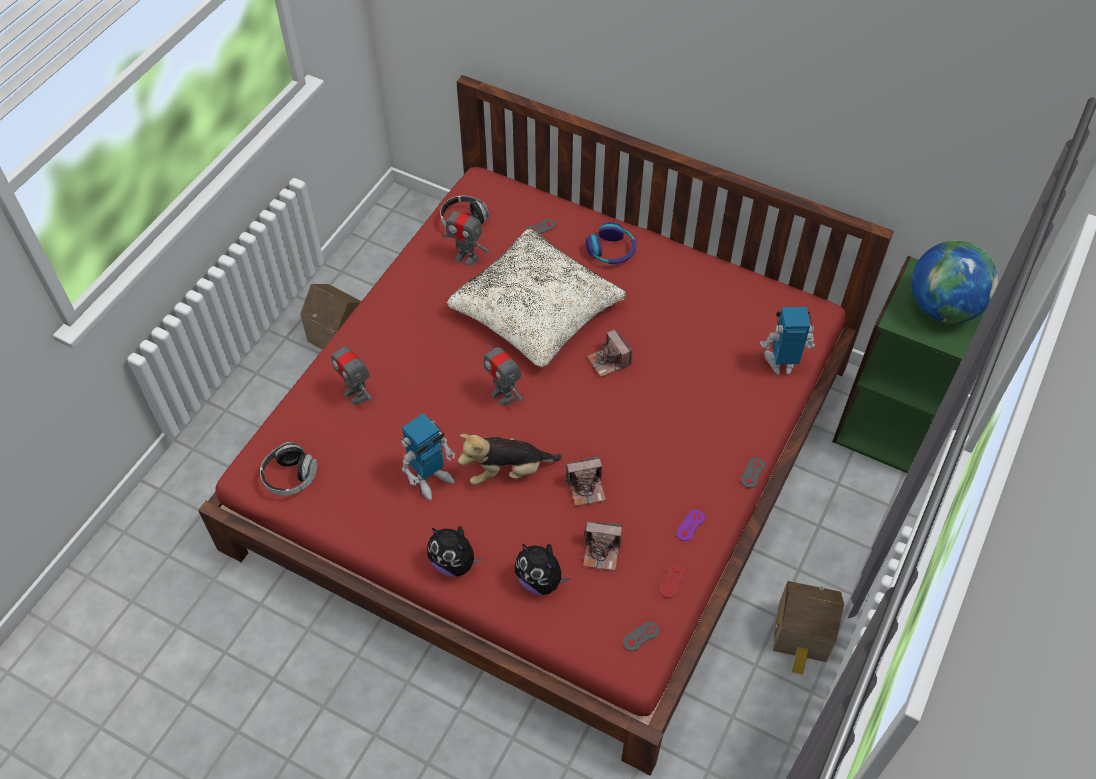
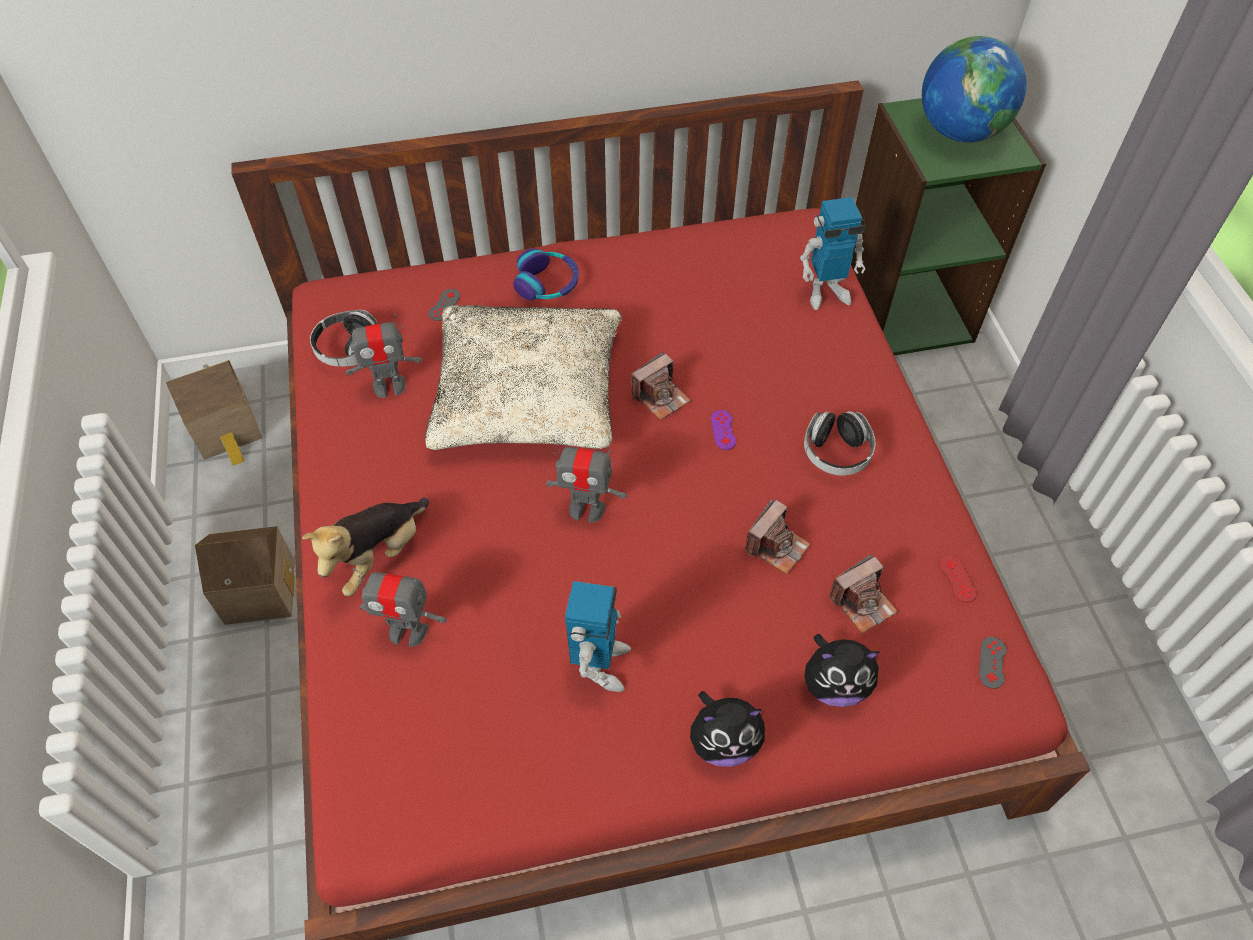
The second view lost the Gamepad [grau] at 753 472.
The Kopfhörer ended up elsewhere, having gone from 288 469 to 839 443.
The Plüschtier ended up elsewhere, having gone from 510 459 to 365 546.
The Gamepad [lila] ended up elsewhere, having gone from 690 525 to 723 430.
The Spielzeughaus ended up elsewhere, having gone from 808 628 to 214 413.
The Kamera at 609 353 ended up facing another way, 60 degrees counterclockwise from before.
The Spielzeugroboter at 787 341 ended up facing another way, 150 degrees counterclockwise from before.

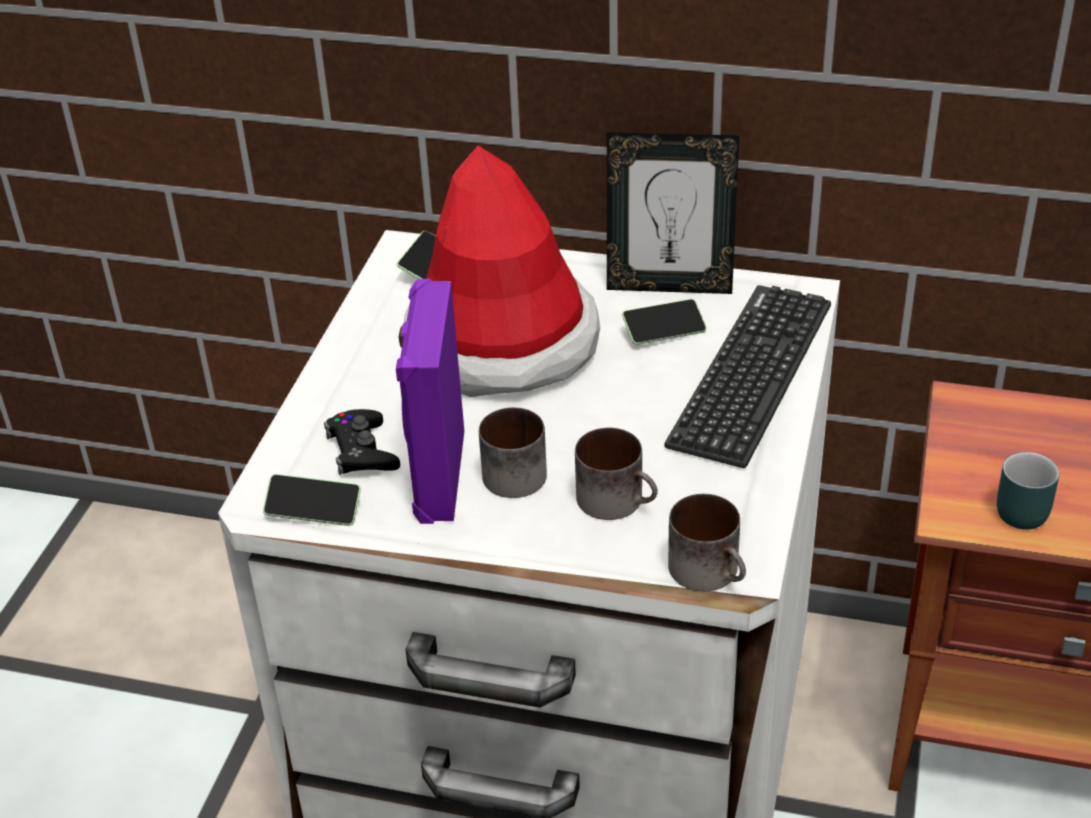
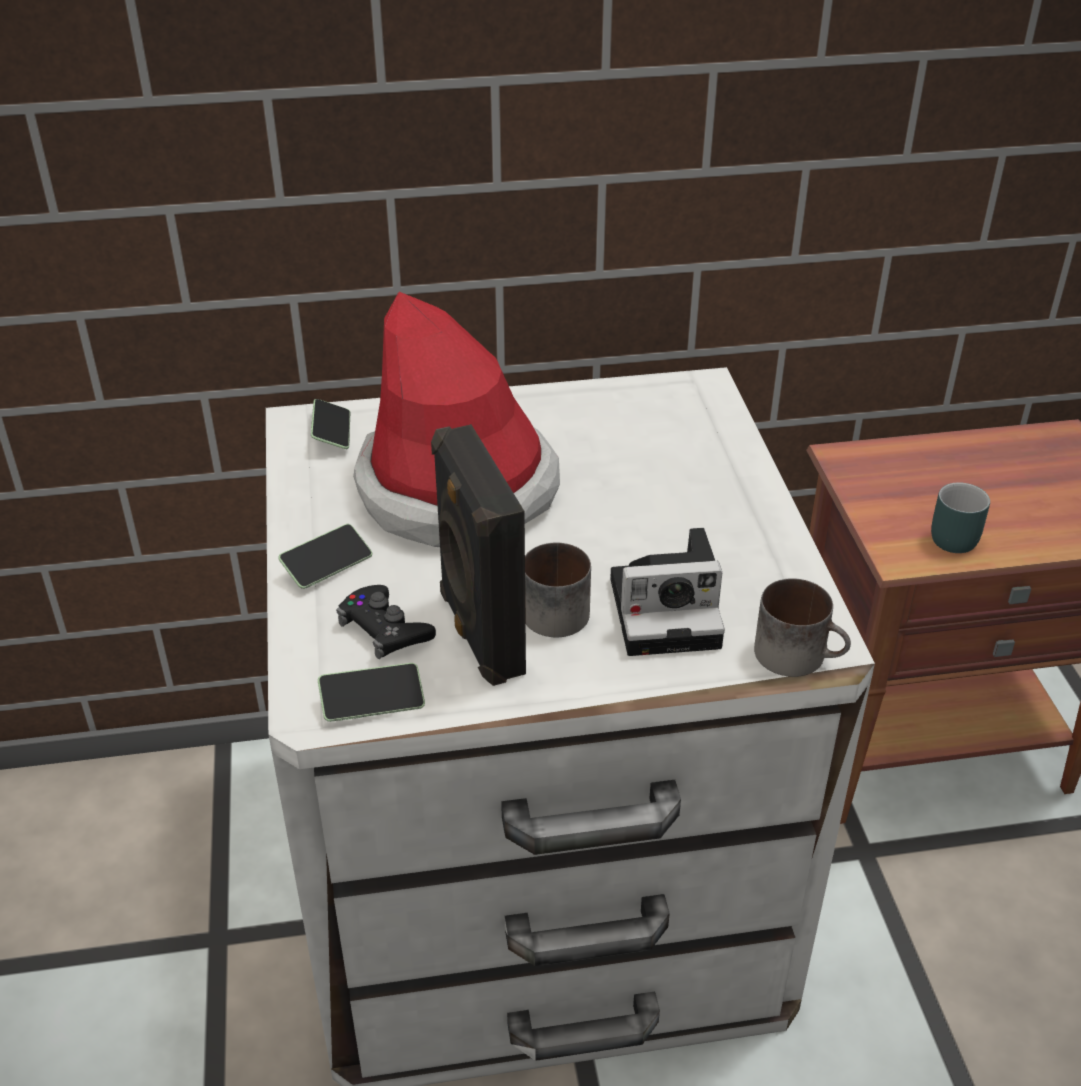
The second view lost the Bilderrahmen at 673 213.
The second view lost the Tastatur at 747 376.
The Handy ended up elsewhere, having gone from 664 322 to 325 556.
Where the Henkelbecher stood at 616 474, the Kamera came to stand at 667 592.
What was the Lautsprecher [lila] at 430 401 turned into the Lautsprecher [schwarz] at 478 555.

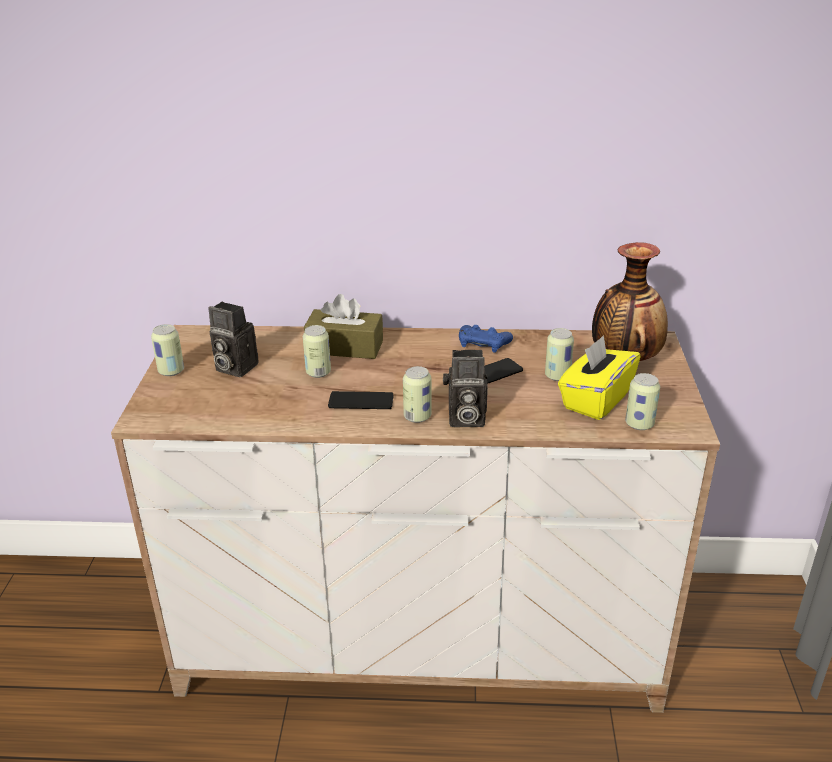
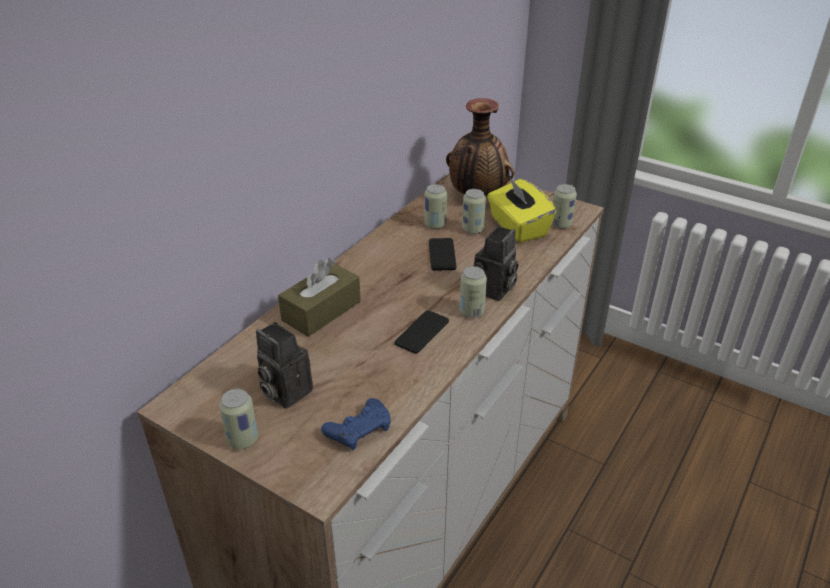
The Dose ended up elsewhere, having gone from 317 351 to 435 206.
The Gamepad [blau] ended up elsewhere, having gone from 486 339 to 356 424.
The Kamera at 233 339 ended up facing another way, 75 degrees clockwise from before.

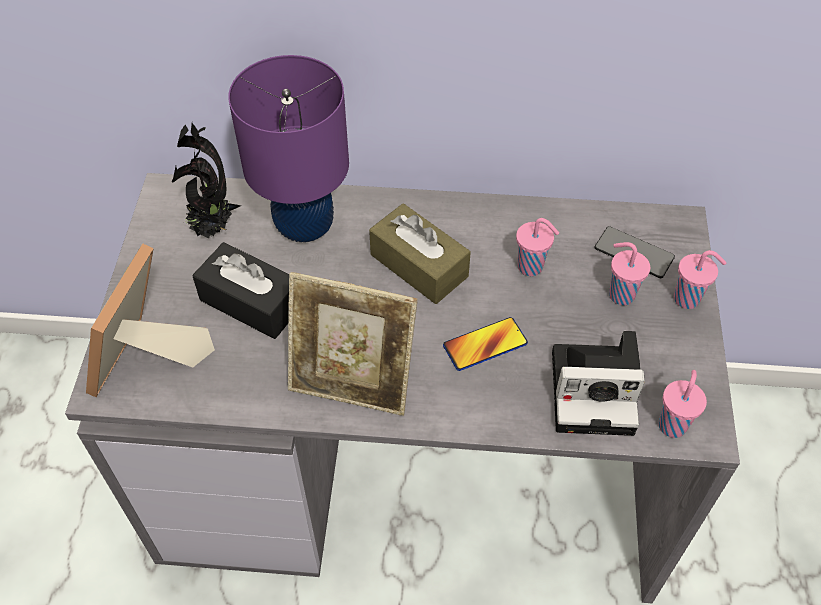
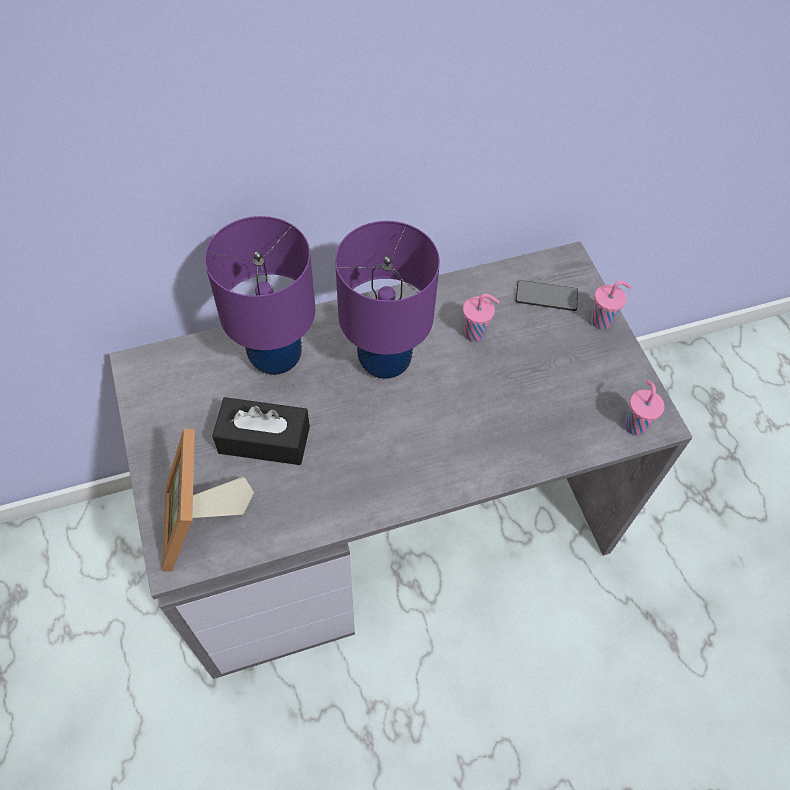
The second view lost the Topfpflanze at 206 181.
The second view lost the Bilderrahmen at 353 344.
The second view lost the Handy at 485 344.
The second view lost the Kamera at 598 383.
The second view lost the Tasse [rosa] at 629 273.
Where the Taschentuchbox [braun] stood at 420 253, the Tischlampe [lila] came to stand at 387 300.

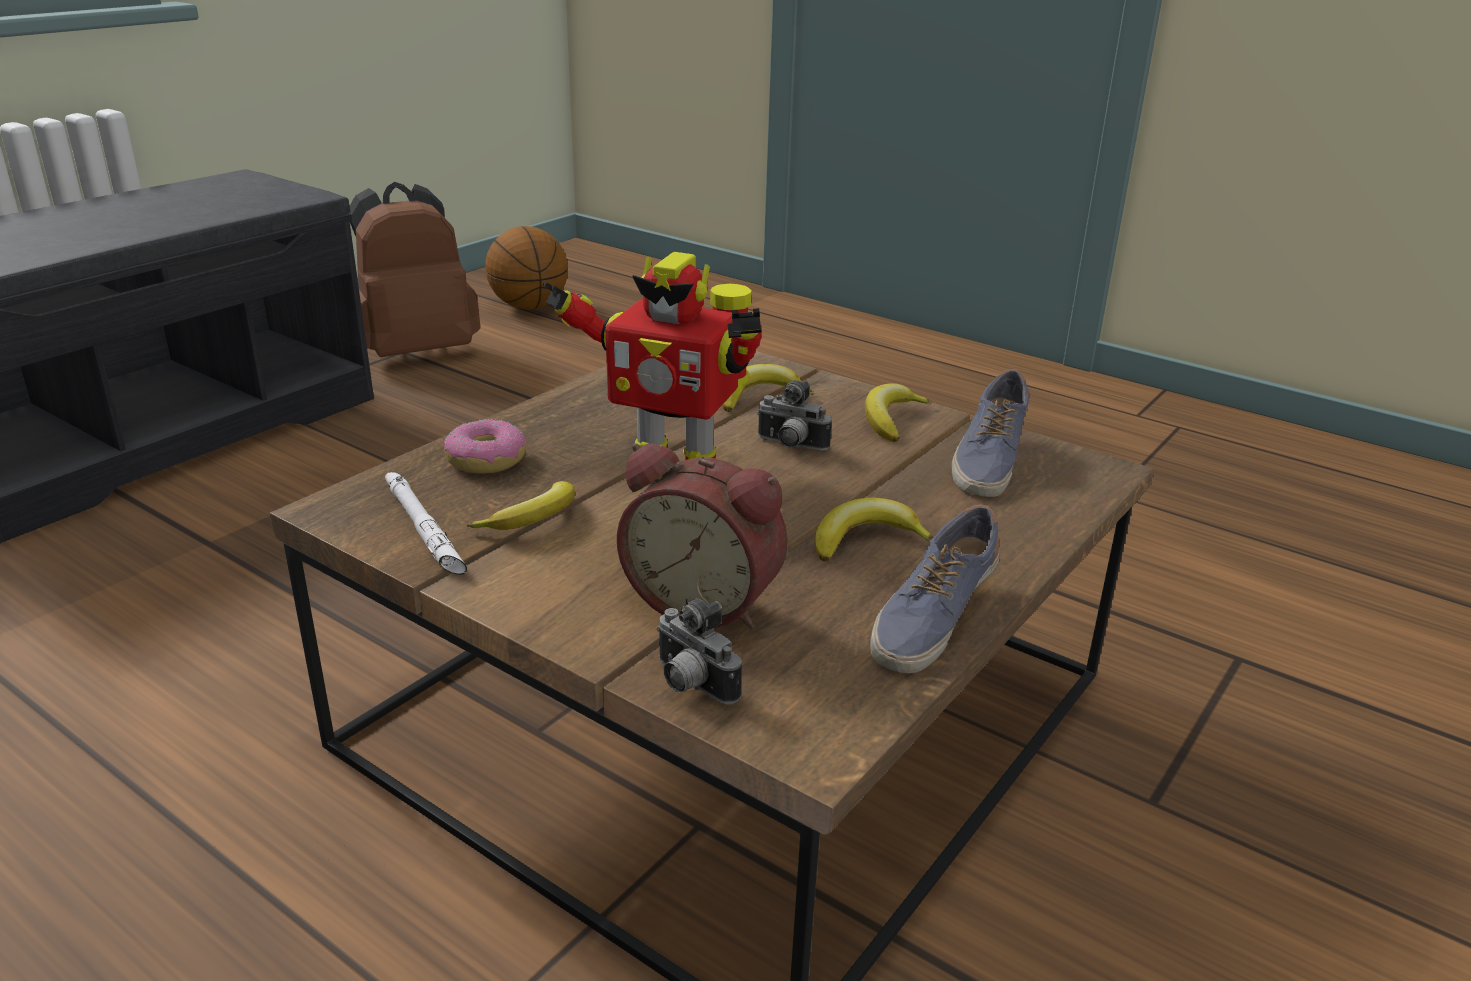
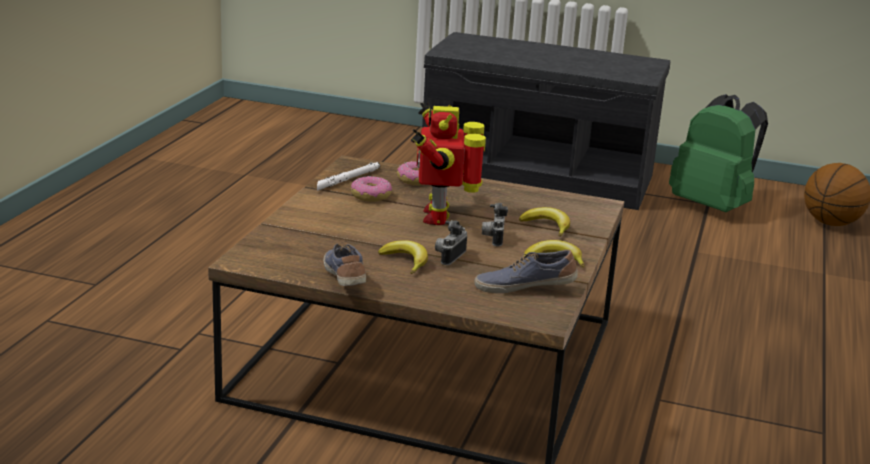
The second view lost the Wecker at 702 536.
The Kamera ended up elsewhere, having gone from 699 651 to 451 242.
Where the Banane stood at 520 505, the Donut came to stand at 371 189.
What was the Rucksack [braun] at 414 269 turned into the Rucksack [grün] at 718 153.
The Schuh at 935 588 ended up facing another way, 60 degrees clockwise from before.

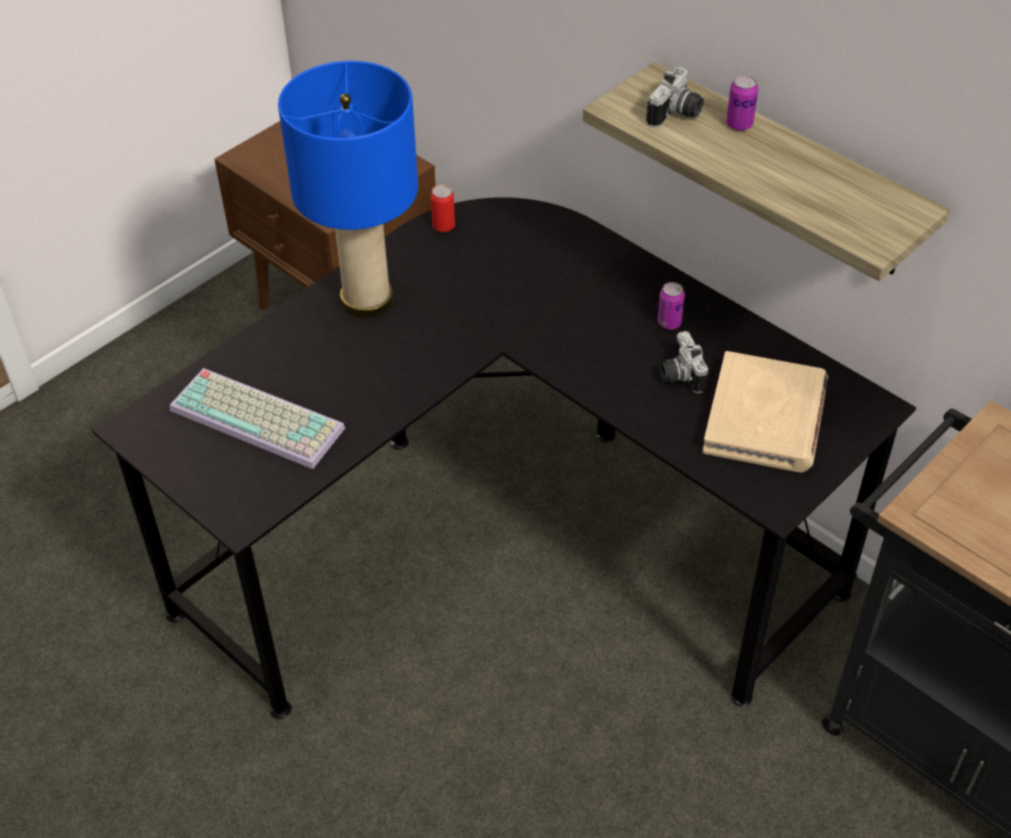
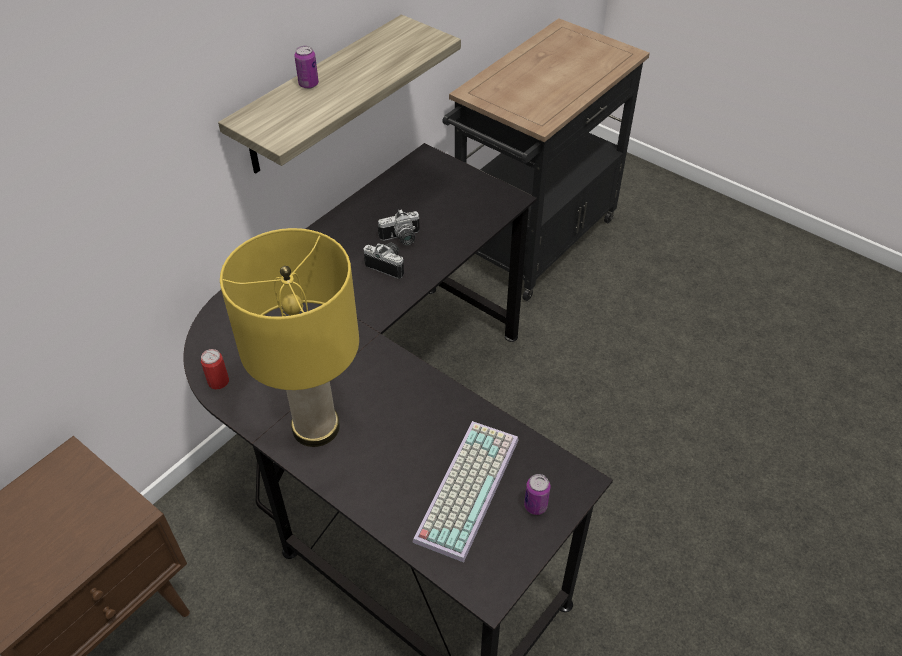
The second view lost the Buch [beige] at 765 412.
The Kamera ended up elsewhere, having gone from 675 98 to 383 261.
The Dose ended up elsewhere, having gone from 671 305 to 537 494.
What was the Tischlampe [blau] at 348 189 turned into the Tischlampe [gelb] at 289 337.

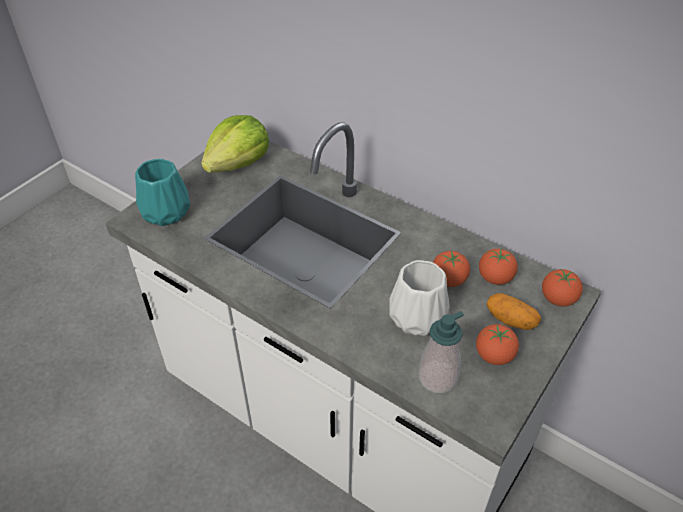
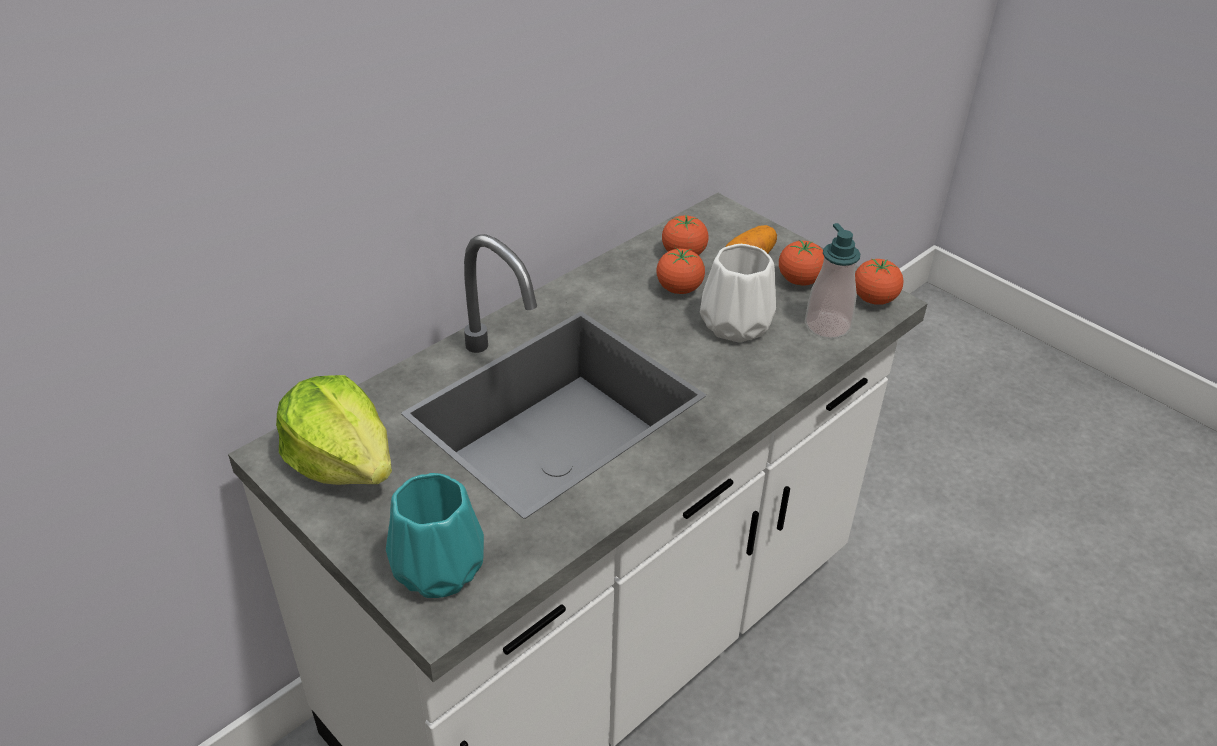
The Tomate ended up elsewhere, having gone from 562 288 to 879 282.

